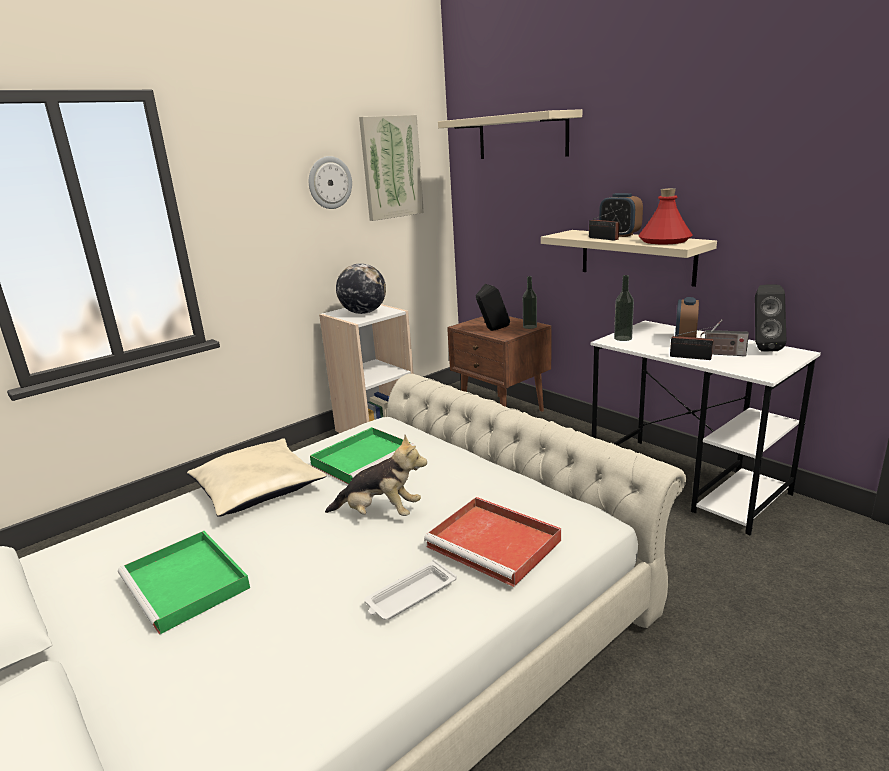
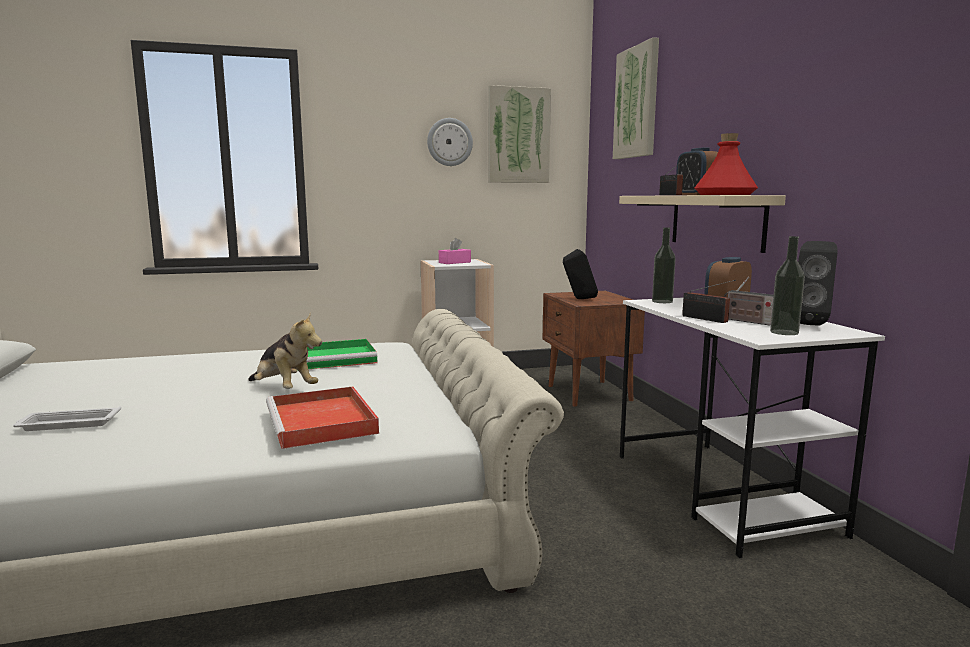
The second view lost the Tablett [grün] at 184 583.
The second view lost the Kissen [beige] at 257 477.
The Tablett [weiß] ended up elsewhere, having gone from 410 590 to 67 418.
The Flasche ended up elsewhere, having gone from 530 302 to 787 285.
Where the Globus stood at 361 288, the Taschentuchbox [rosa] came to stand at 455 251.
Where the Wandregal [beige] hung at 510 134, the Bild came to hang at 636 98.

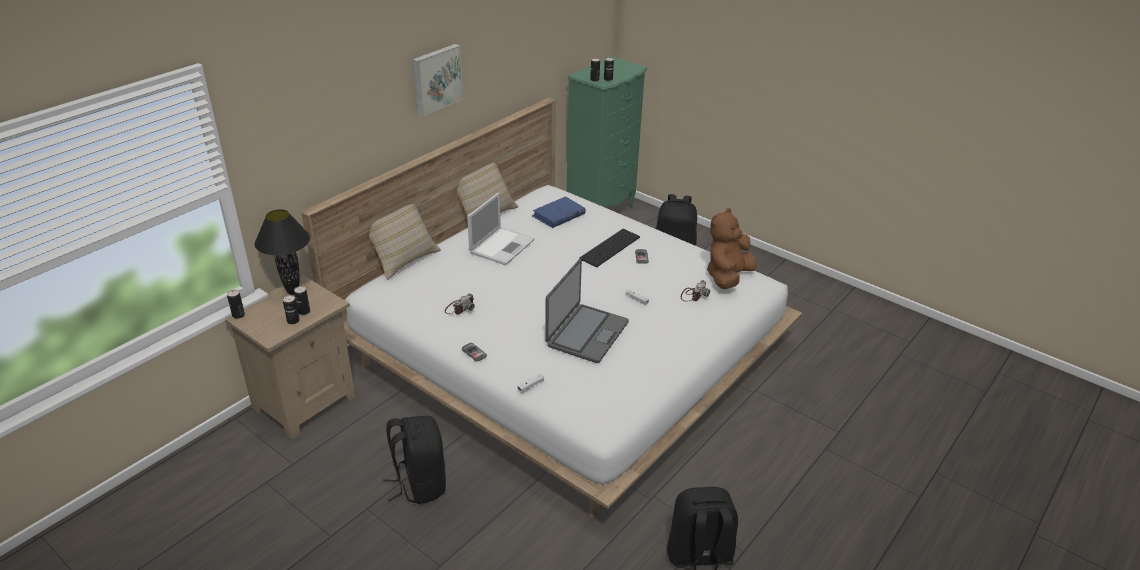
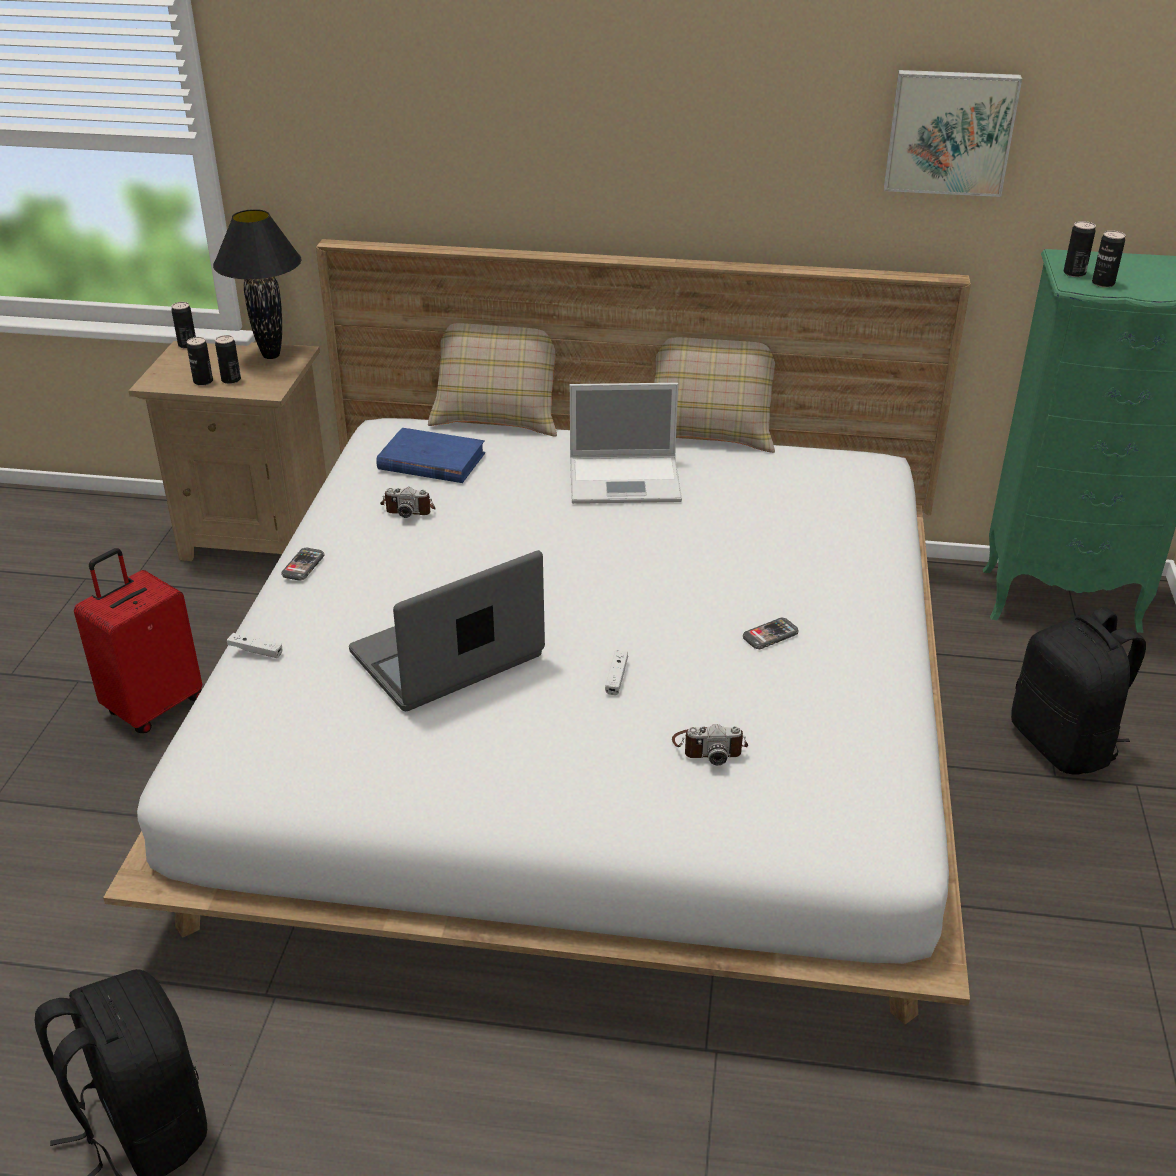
The second view lost the Tastatur at 609 248.
The second view lost the Plüschtier [braun] at 731 248.
The Bild ended up elsewhere, having gone from 437 80 to 953 133.
The Buch [blau] ended up elsewhere, having gone from 559 212 to 430 455.
Where the Rucksack [schwarz] stood at 414 460, the Koffer [rot] came to stand at 138 640.
The Laptop at 587 311 ended up facing another way, 150 degrees clockwise from before.

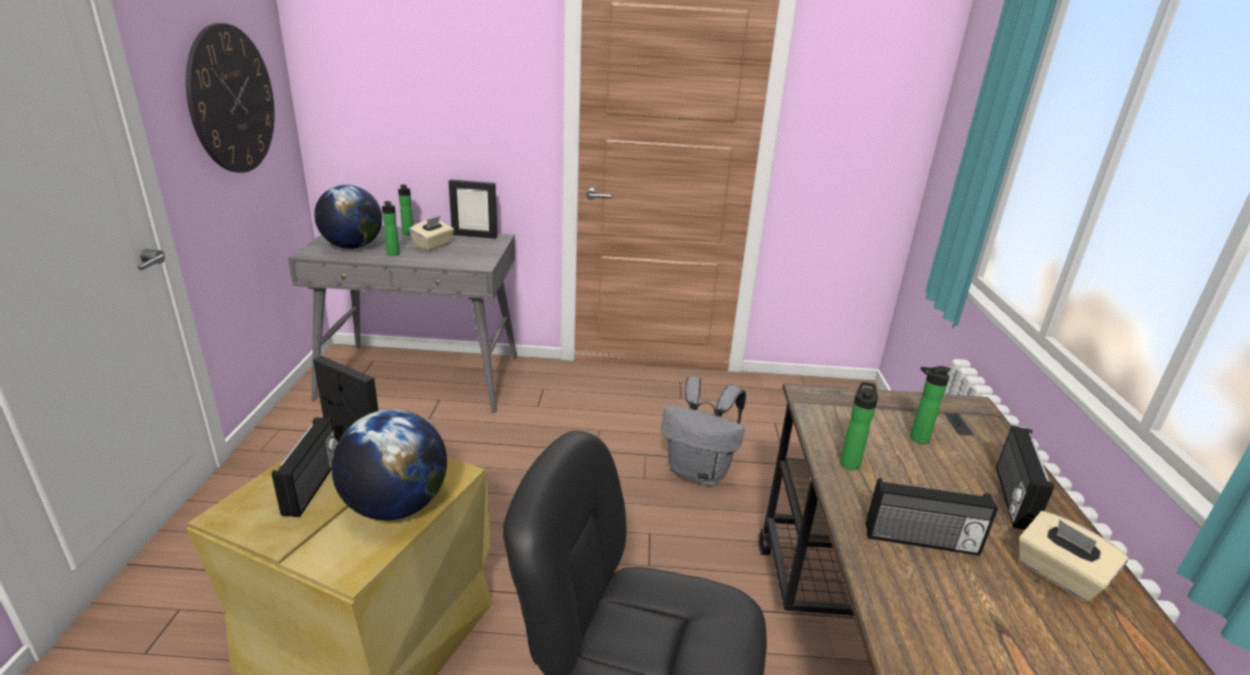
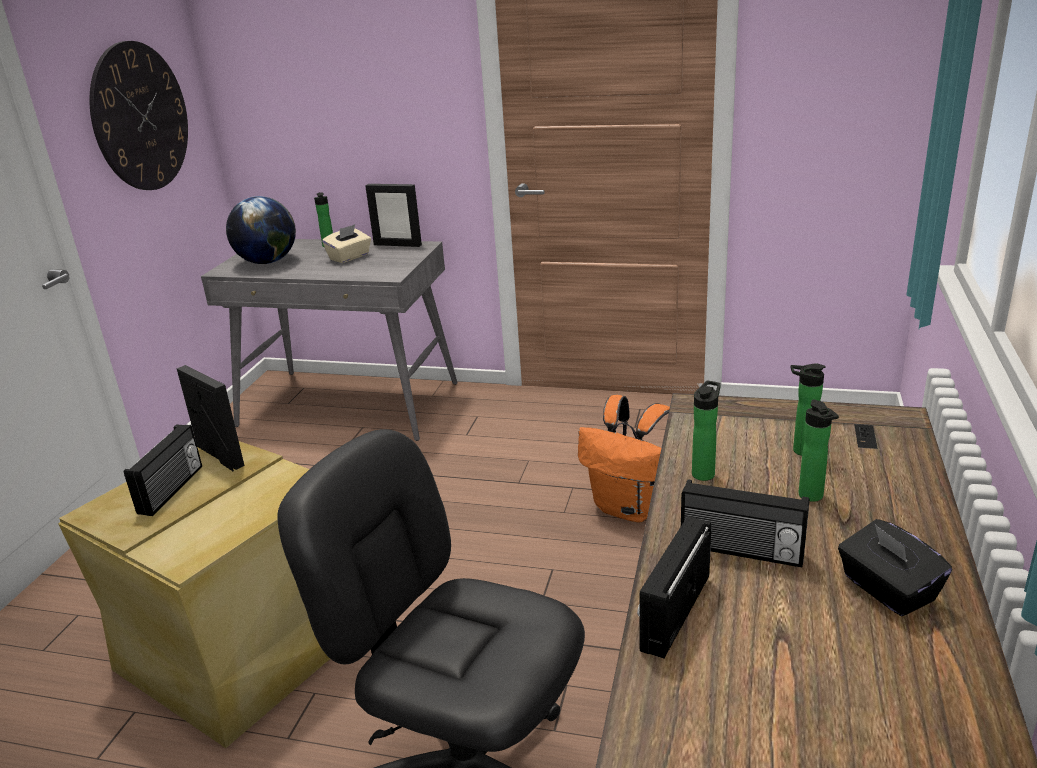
The second view lost the Globus at 389 464.
The Flasche ended up elsewhere, having gone from 391 228 to 819 451.
The Radio ended up elsewhere, having gone from 1025 477 to 674 587.
What was the Rucksack [grau] at 703 431 turned into the Rucksack [orange] at 624 458.
What was the Taschentuchbox [beige] at 1073 556 turned into the Taschentuchbox [schwarz] at 895 568.

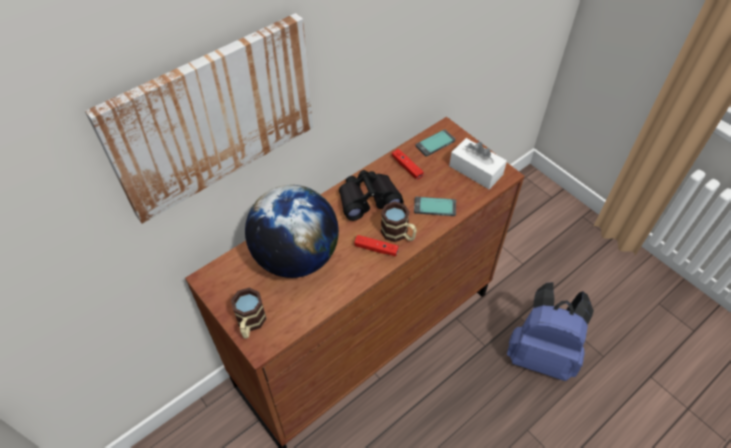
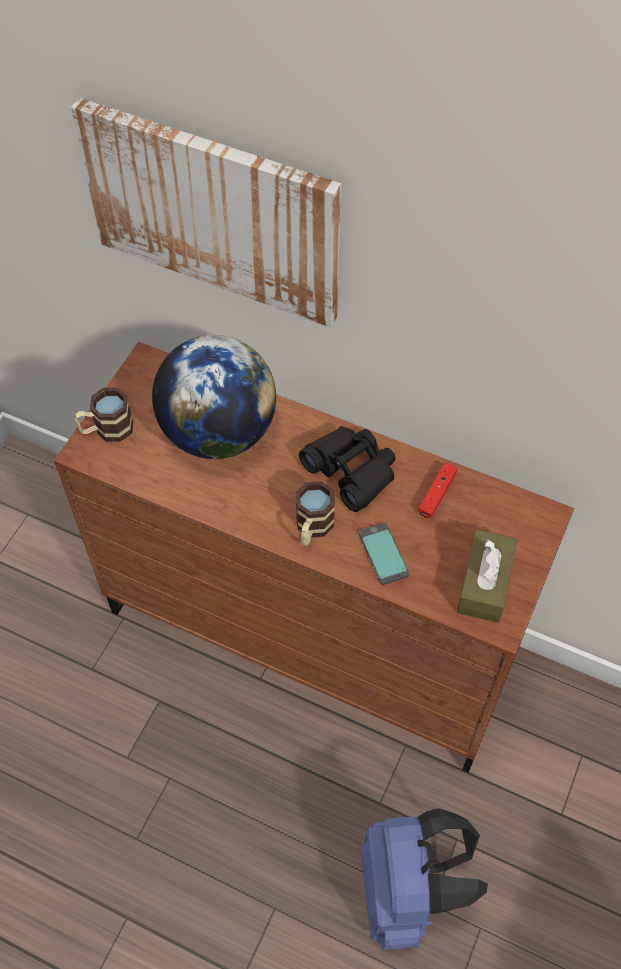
The second view lost the Gamepad [rot] at 376 246.
The second view lost the Handy at 435 142.
What was the Taschentuchbox [weiß] at 478 163 turned into the Taschentuchbox [braun] at 487 576.

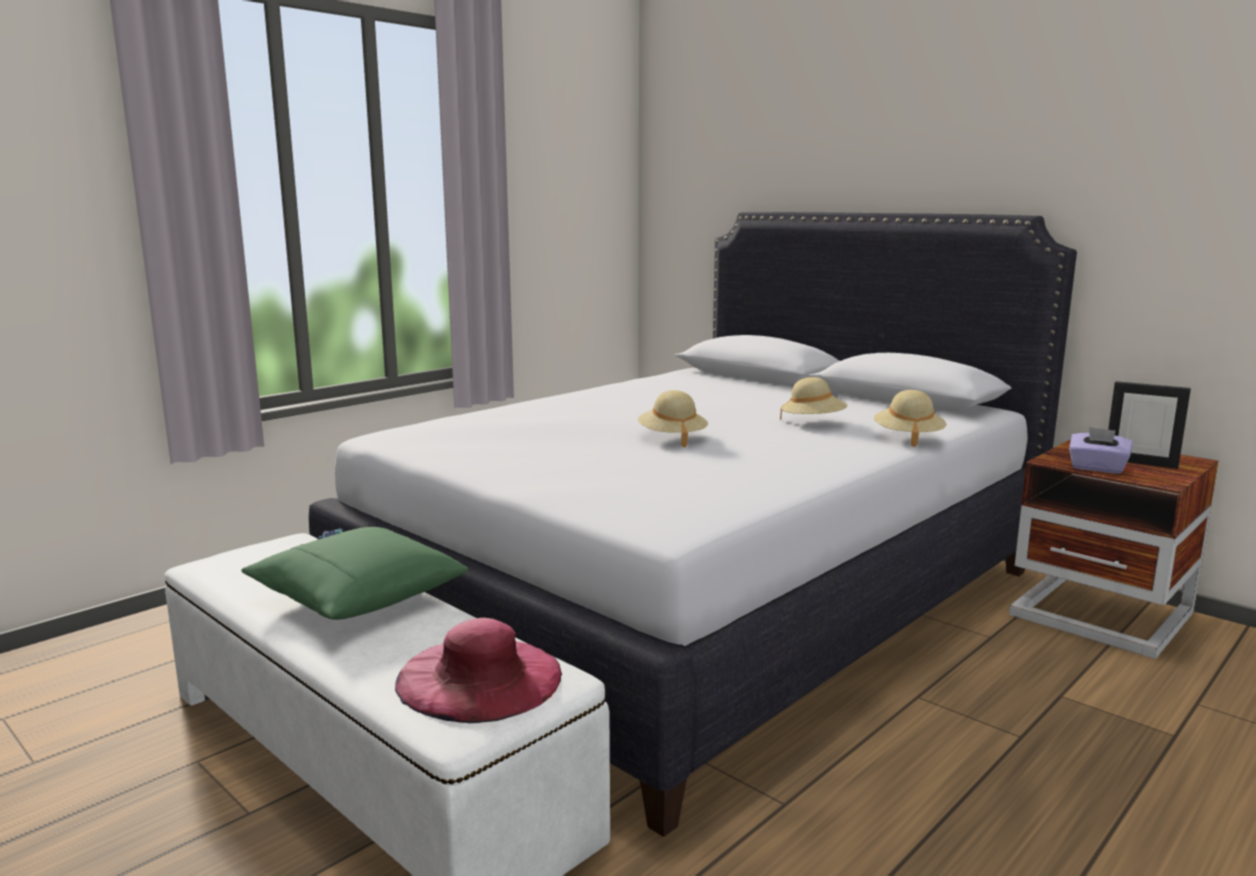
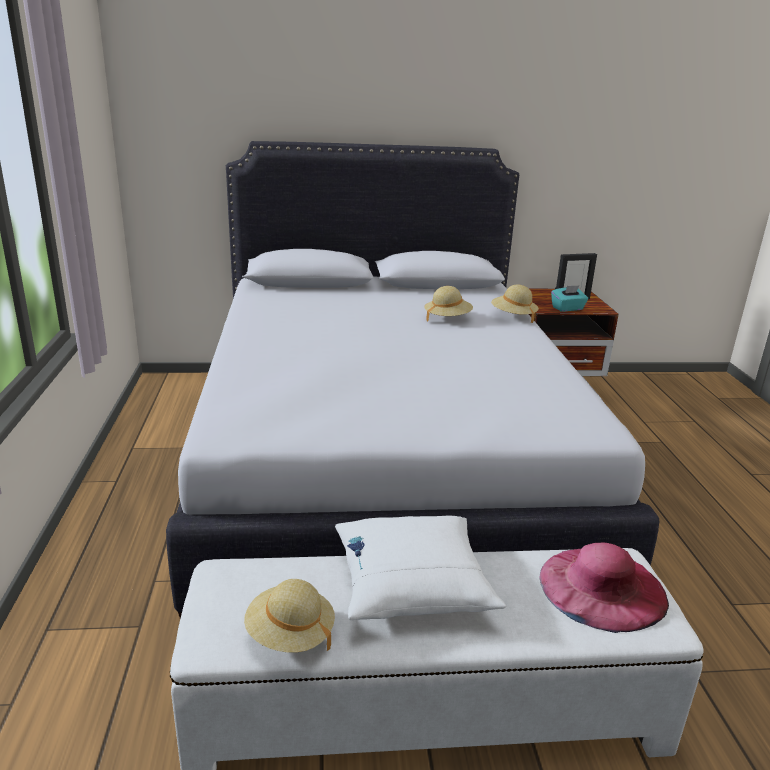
The Hut [beige] ended up elsewhere, having gone from 673 418 to 289 616.
What was the Kissen [grün] at 355 573 turned into the Kissen [weiß] at 420 568.
What was the Taschentuchbox [lila] at 1100 450 turned into the Taschentuchbox [türkis] at 569 298.

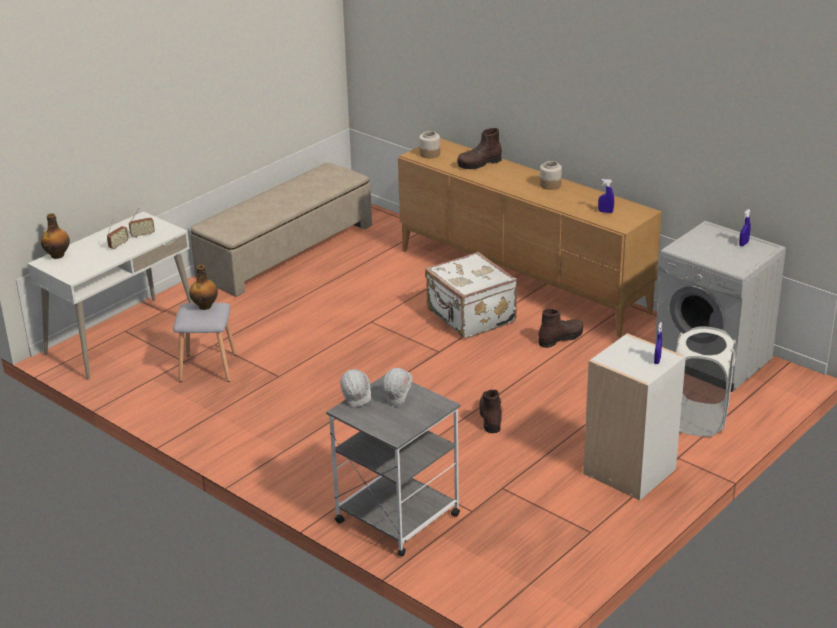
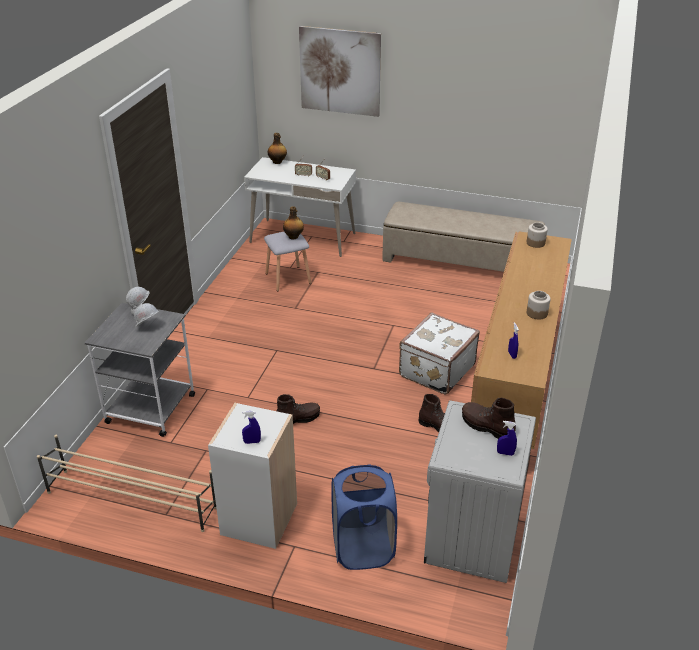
The second view gained the Schuhregal [beige] at 127 483.
The second view gained the Bild at 340 71.
The Stiefel [braun] ended up elsewhere, having gone from 479 148 to 489 418.
What was the Wäschekorb [weiß] at 706 381 turned into the Wäschekorb [blau] at 364 517.

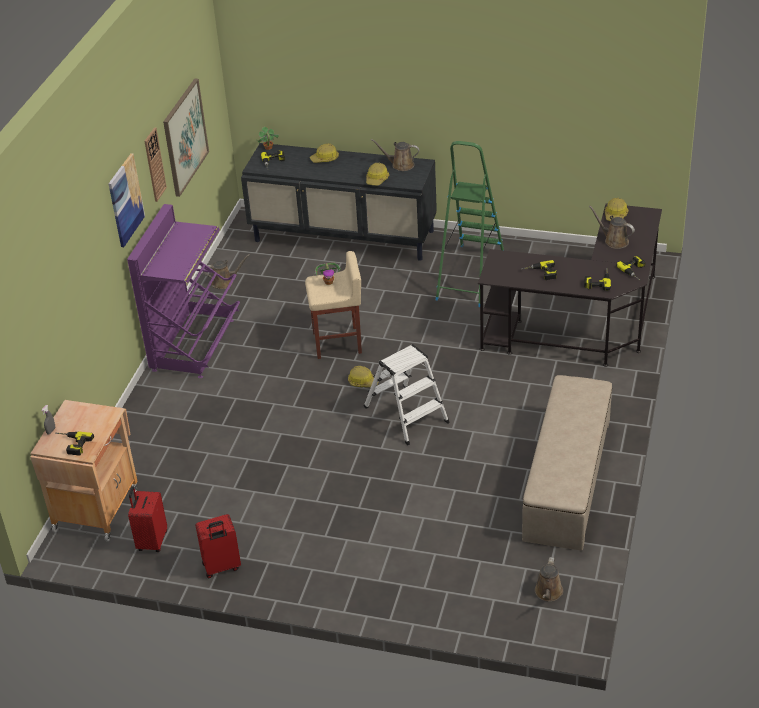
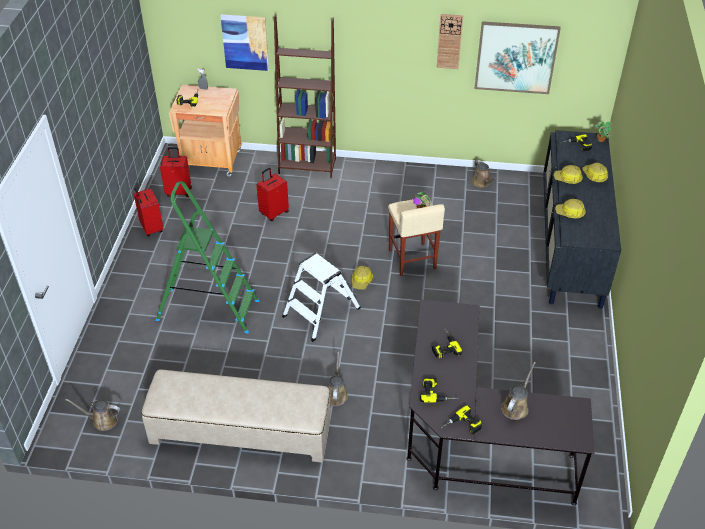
The second view lost the Schuhregal [lila] at 183 291.
The second view gained the Koffer [rot] at 273 194.
The second view gained the Bücherregal [braun] at 305 96.
The Bild ended up elsewhere, having gone from 126 200 to 244 42.
The Gießkanne [braun] ended up elsewhere, having gone from 395 155 to 338 379.
The Trittleiter [grün] ended up elsewhere, having gone from 470 224 to 208 257.
The Schutzhelm ended up elsewhere, having gone from 617 209 to 568 174.

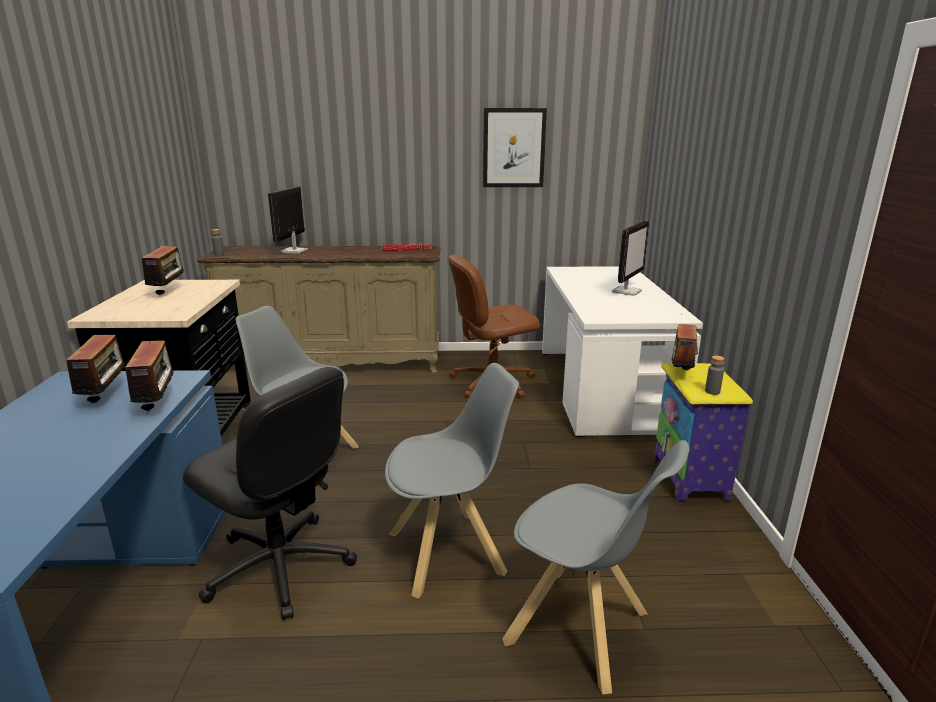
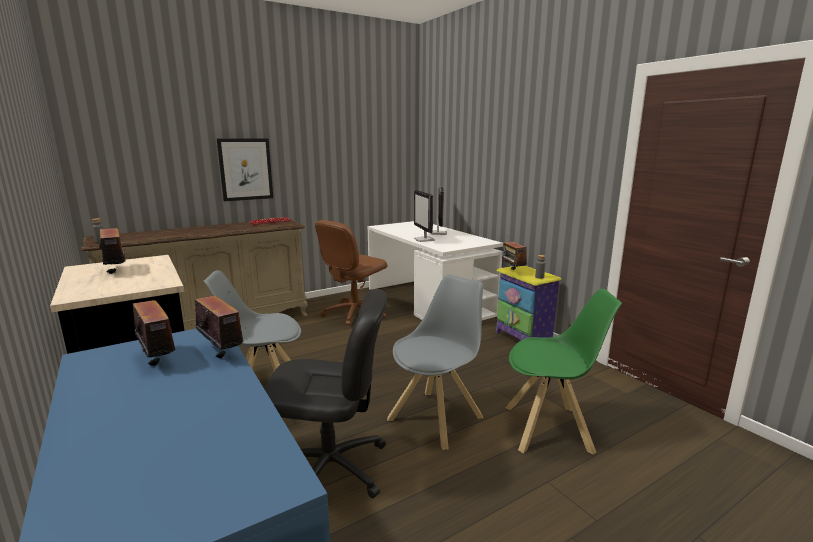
The Monitor ended up elsewhere, having gone from 288 220 to 424 216.
The Bild ended up elsewhere, having gone from 515 147 to 245 170.
What was the Stuhl [grau] at 596 567 turned into the Stuhl [grün] at 563 372.

